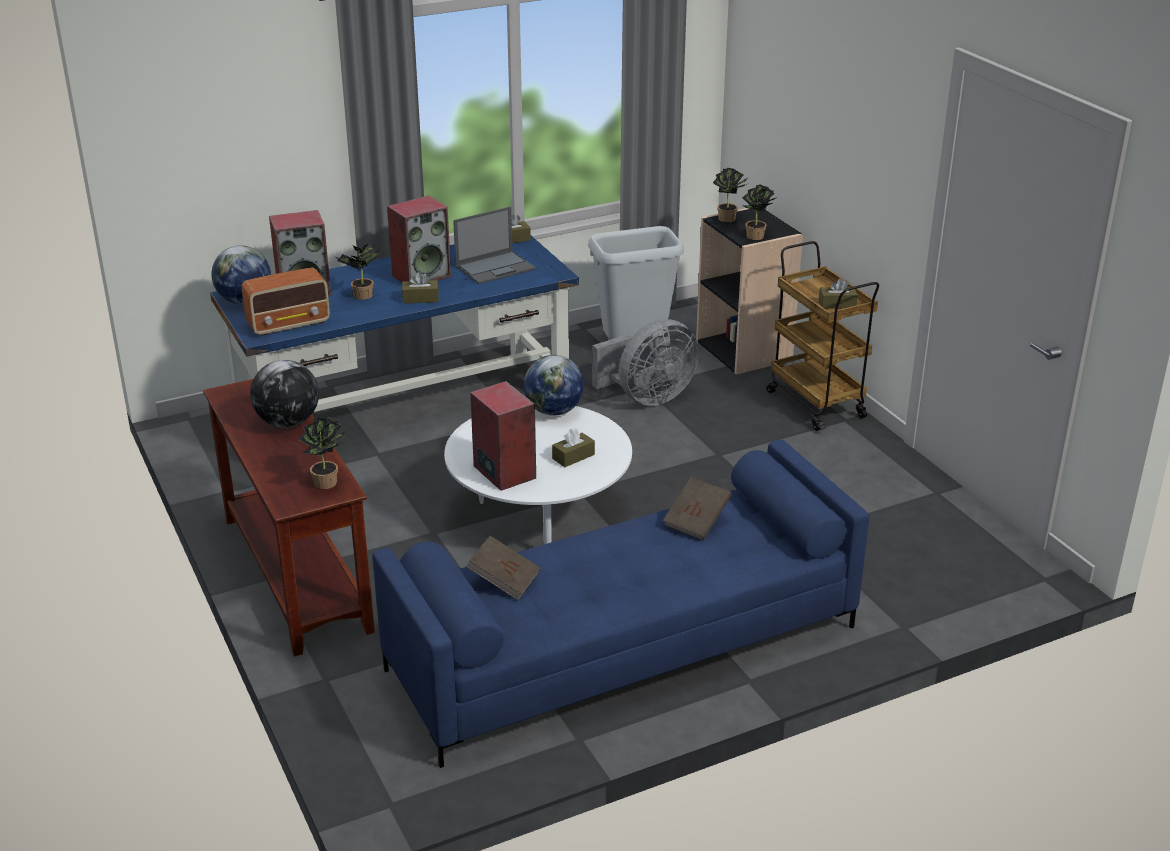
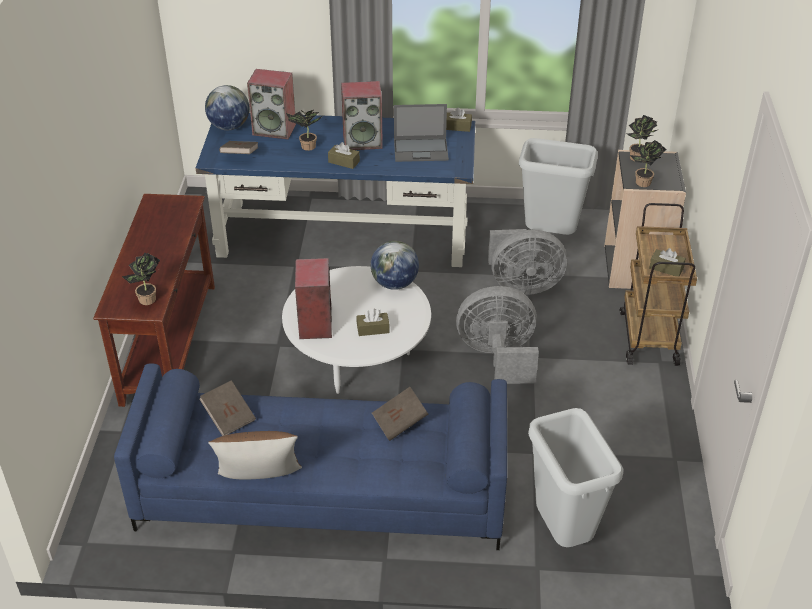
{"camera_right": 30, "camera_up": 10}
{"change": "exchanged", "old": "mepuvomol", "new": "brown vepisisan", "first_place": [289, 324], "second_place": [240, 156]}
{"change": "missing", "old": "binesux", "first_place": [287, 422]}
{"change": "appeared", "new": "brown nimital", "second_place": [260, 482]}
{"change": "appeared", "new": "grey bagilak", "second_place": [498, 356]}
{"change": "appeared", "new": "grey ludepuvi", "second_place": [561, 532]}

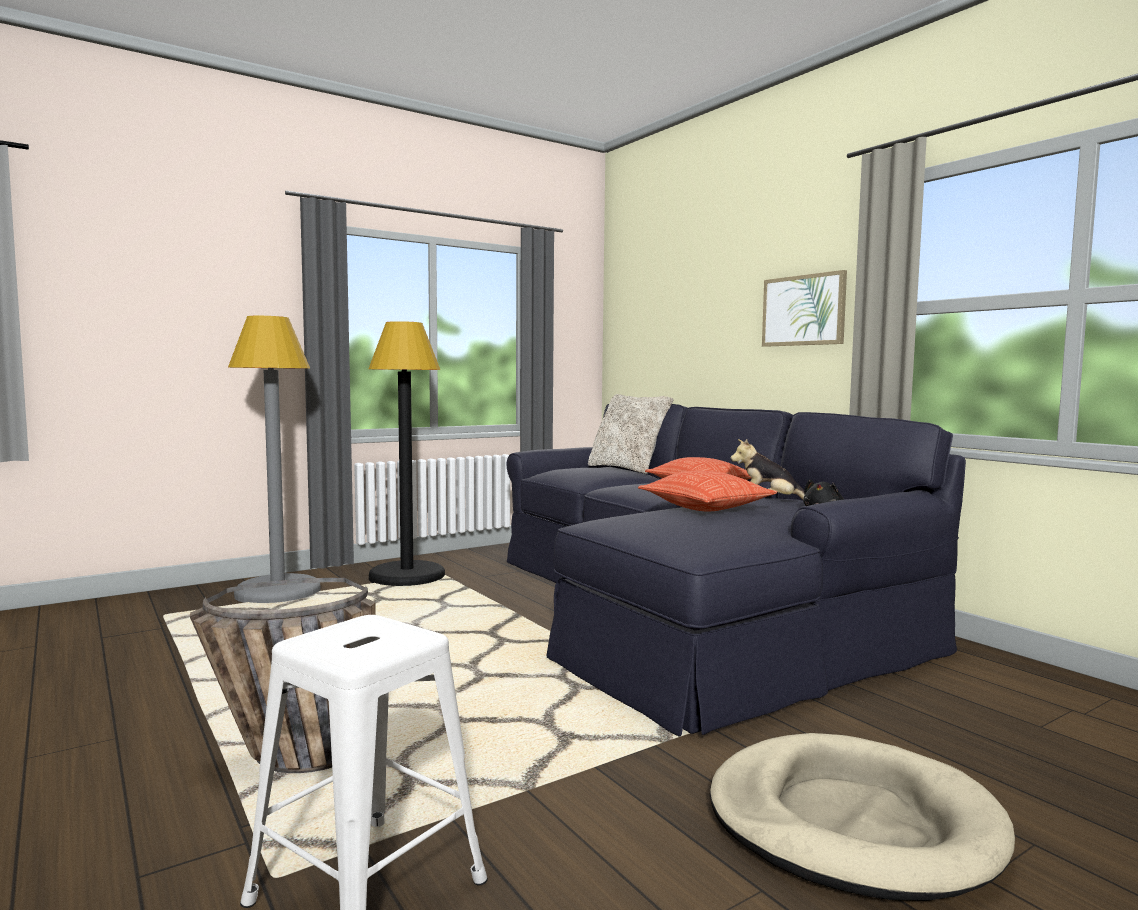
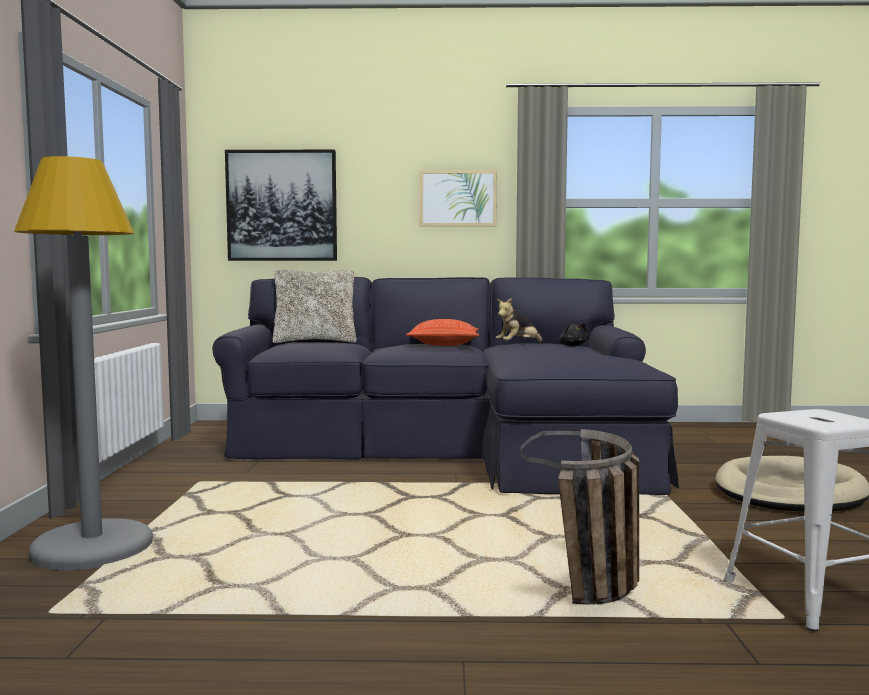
{"camera_right": -55, "camera_up": 0}
{"change": "missing", "old": "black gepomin", "first_place": [407, 576]}
{"change": "missing", "old": "orange nimital", "first_place": [706, 508]}
{"change": "appeared", "new": "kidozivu", "second_place": [282, 206]}

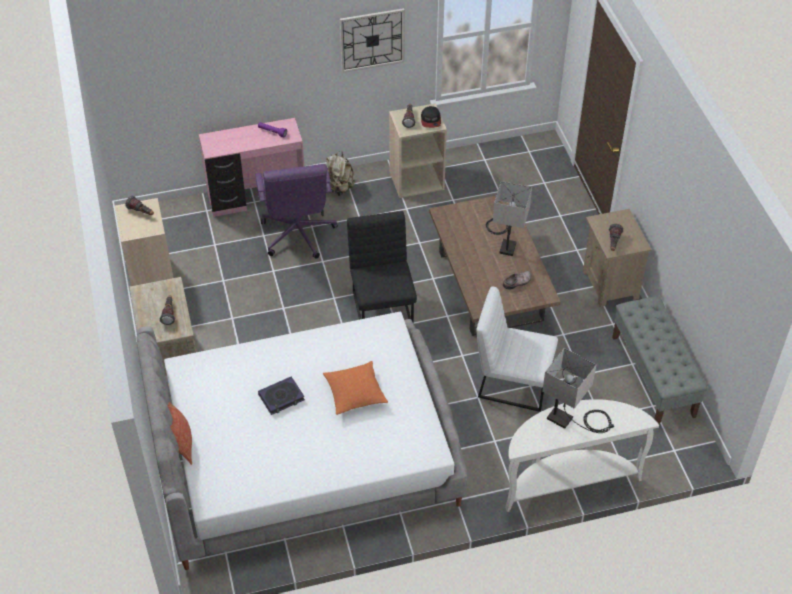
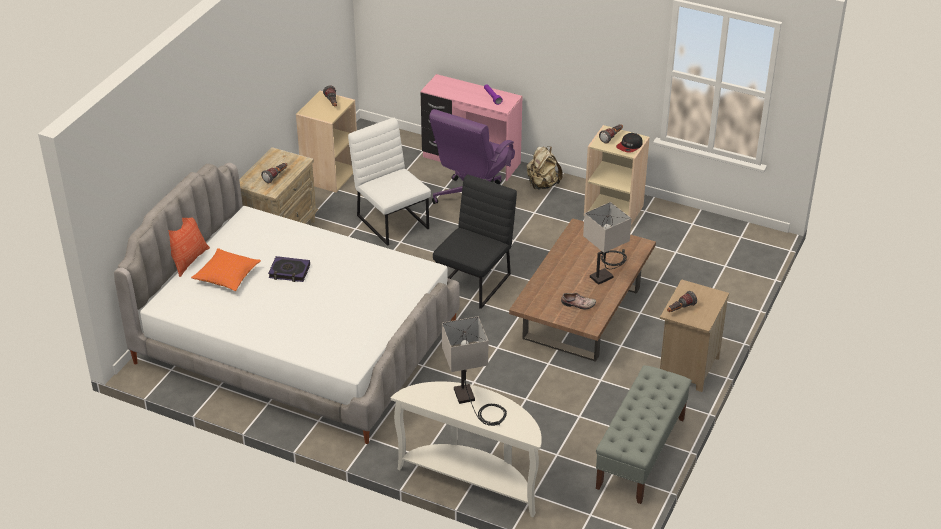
{"camera_right": 40, "camera_up": -10}
{"change": "relocated", "old": "orange nimital", "first_place": [355, 393], "second_place": [227, 276]}
{"change": "missing", "old": "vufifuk", "first_place": [372, 40]}
{"change": "relocated", "old": "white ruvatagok", "first_place": [512, 383], "second_place": [392, 220]}

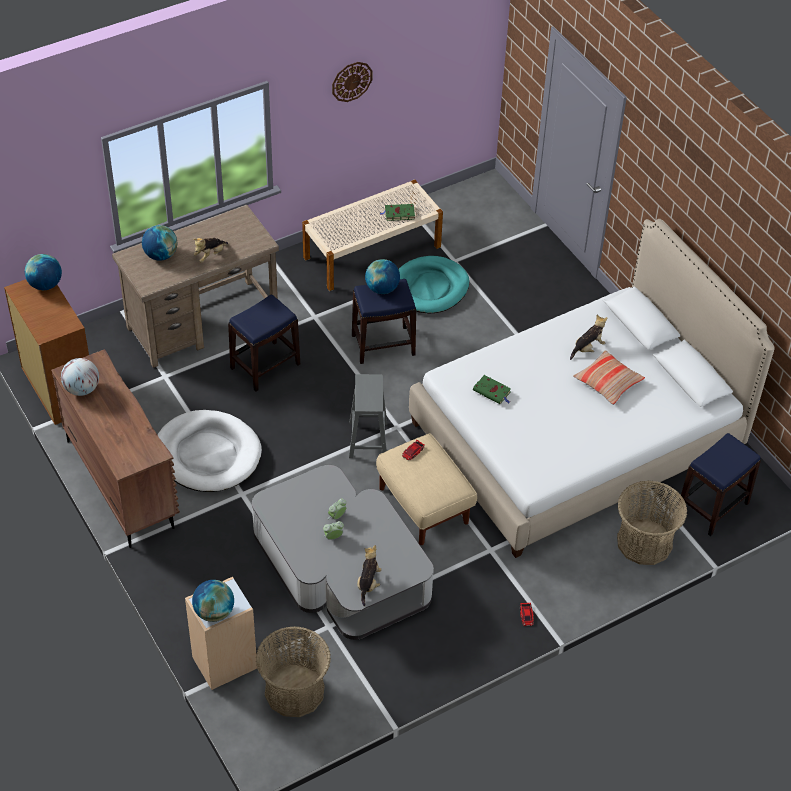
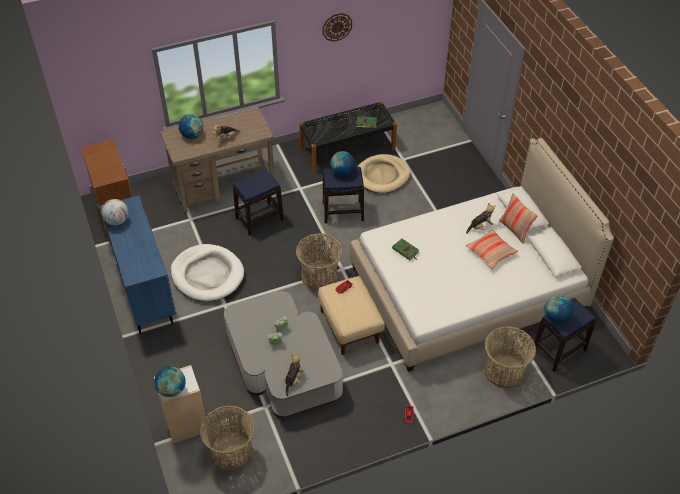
{"camera_right": 10, "camera_up": 0}
{"change": "relocated", "old": "binesux", "first_place": [45, 285], "second_place": [556, 317]}
{"change": "colour", "old": "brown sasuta", "new": "blue sasuta", "first_place": [121, 483], "second_place": [144, 289]}
{"change": "colour", "old": "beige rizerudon", "new": "black rizerudon", "first_place": [372, 252], "second_place": [347, 148]}
{"change": "exchanged", "old": "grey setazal", "new": "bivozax", "first_place": [367, 439], "second_place": [319, 275]}
{"change": "colour", "old": "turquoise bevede", "new": "beige bevede", "first_place": [429, 288], "second_place": [382, 176]}
{"change": "appeared", "new": "nimital", "second_place": [515, 230]}

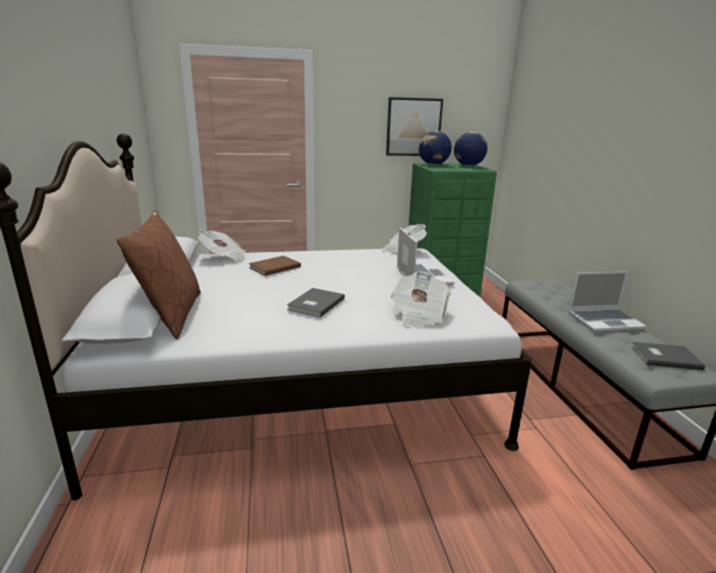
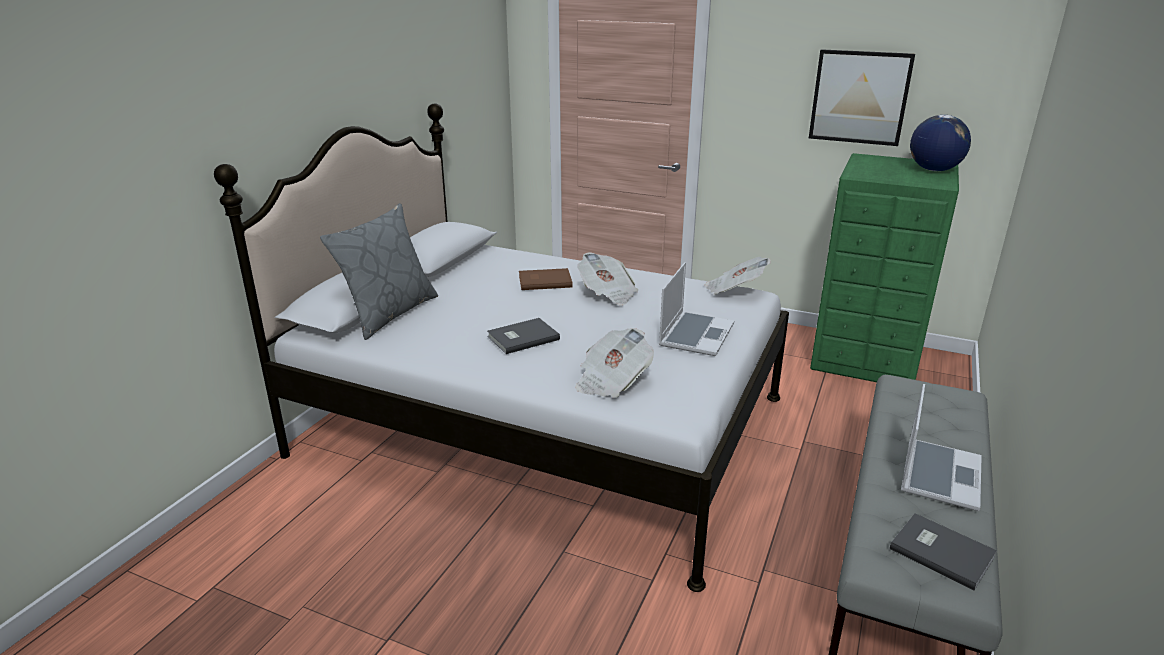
{"camera_right": 35, "camera_up": 5}
{"change": "colour", "old": "brown nimital", "new": "grey nimital", "first_place": [171, 314], "second_place": [389, 313]}
{"change": "relocated", "old": "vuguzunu", "first_place": [224, 257], "second_place": [607, 294]}
{"change": "missing", "old": "binesux", "first_place": [433, 164]}
{"change": "spun", "old": "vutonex", "first_place": [605, 321], "second_place": [938, 474], "degrees": -90}

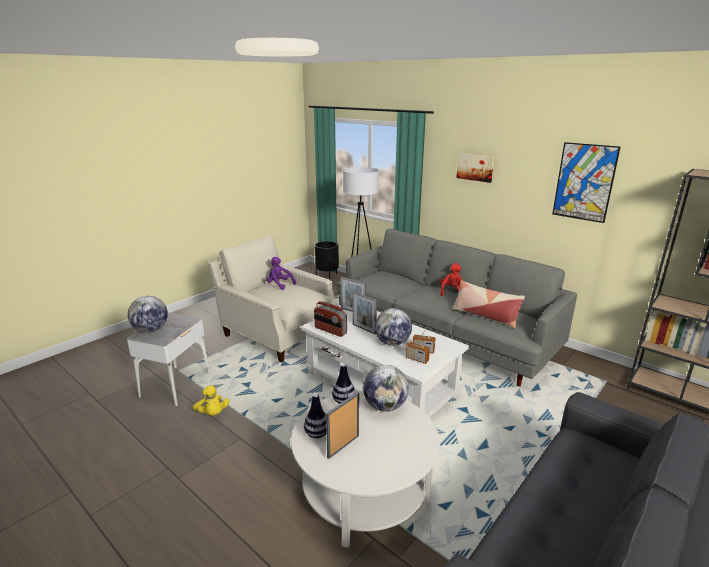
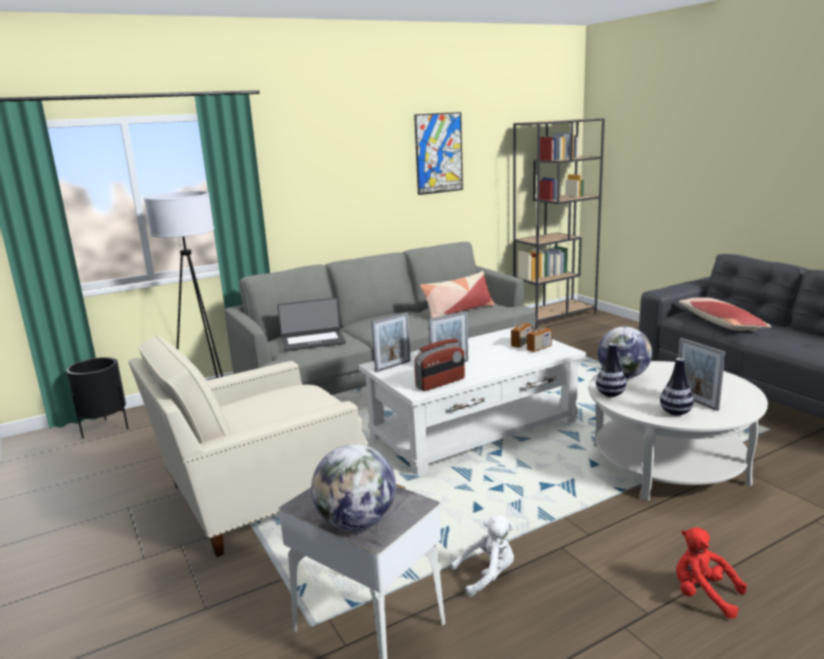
{"camera_right": -70, "camera_up": -5}
{"change": "colour", "old": "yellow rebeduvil", "new": "white rebeduvil", "first_place": [212, 414], "second_place": [487, 576]}
{"change": "missing", "old": "purple rebeduvil", "first_place": [279, 285]}
{"change": "missing", "old": "binesux", "first_place": [392, 343]}
{"change": "relocated", "old": "red rebeduvil", "first_place": [451, 292], "second_place": [703, 595]}
{"change": "missing", "old": "kidozivu", "first_place": [475, 167]}
{"change": "appeared", "new": "vutonex", "second_place": [313, 341]}
{"change": "appeared", "new": "nimital", "second_place": [720, 323]}

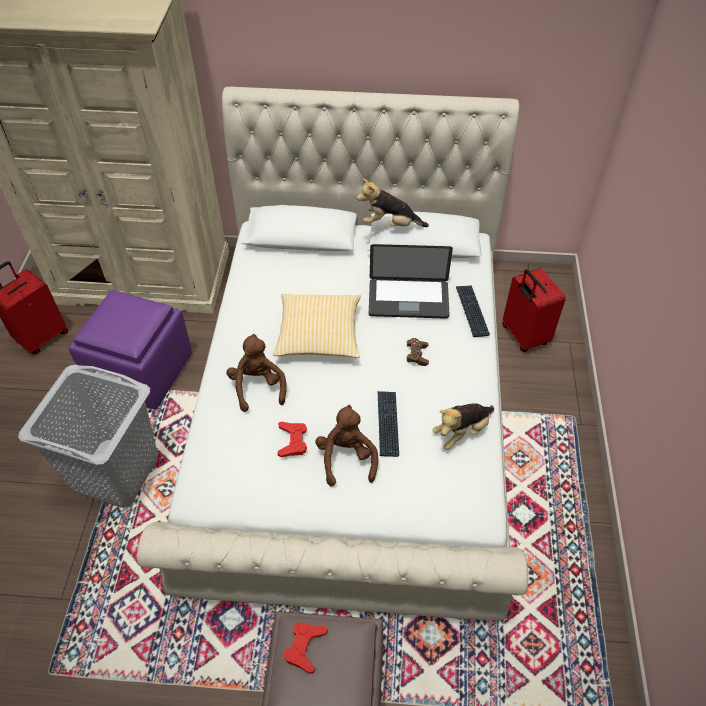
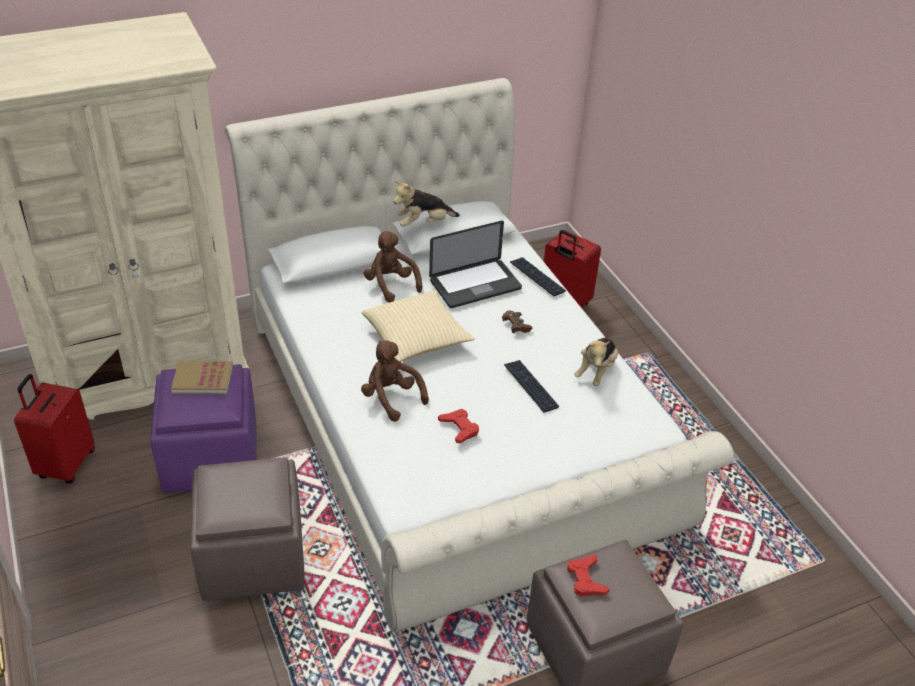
{"camera_right": -30, "camera_up": -10}
{"change": "exchanged", "old": "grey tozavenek", "new": "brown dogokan", "first_place": [117, 472], "second_place": [254, 556]}
{"change": "relocated", "old": "brown rebeduvil", "first_place": [346, 458], "second_place": [391, 285]}
{"change": "appeared", "new": "vepisisan", "second_place": [203, 379]}

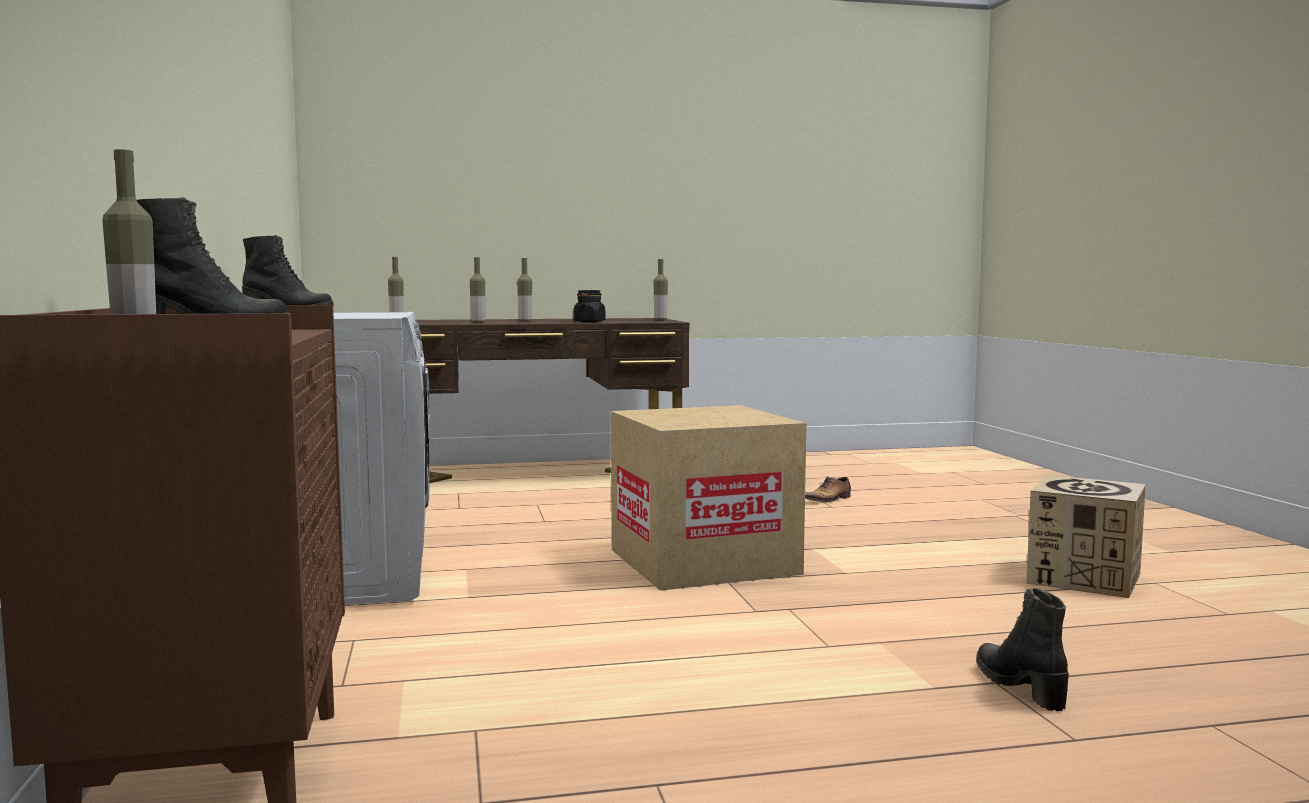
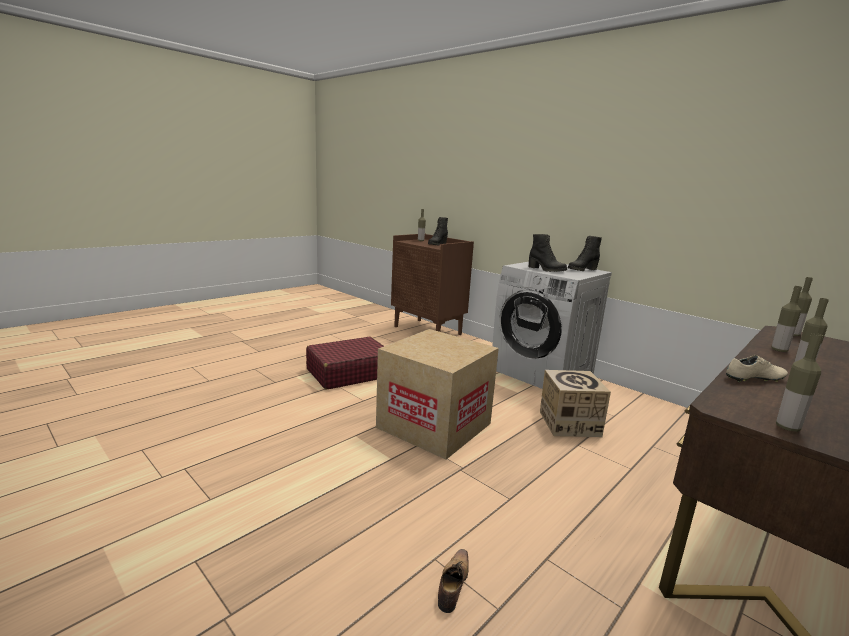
{"camera_right": 145, "camera_up": 10}
{"change": "exchanged", "old": "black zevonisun", "new": "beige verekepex", "first_place": [589, 322], "second_place": [754, 379]}
{"change": "relocated", "old": "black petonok", "first_place": [1021, 687], "second_place": [546, 270]}
{"change": "relocated", "old": "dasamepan", "first_place": [1084, 578], "second_place": [569, 423]}
{"change": "appeared", "new": "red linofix", "second_place": [348, 373]}

